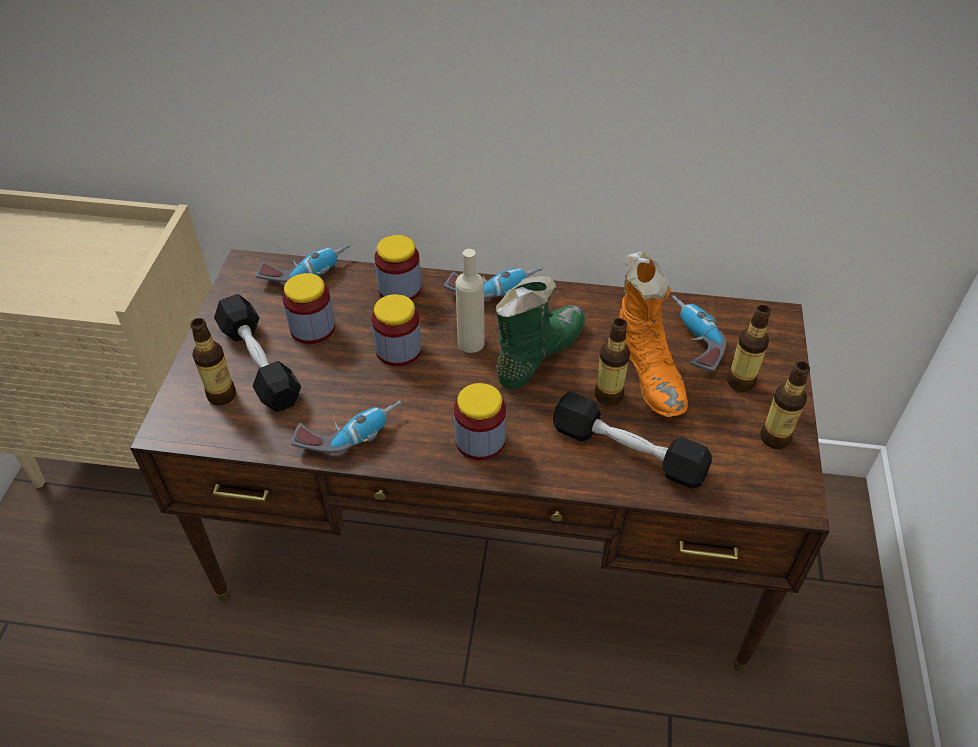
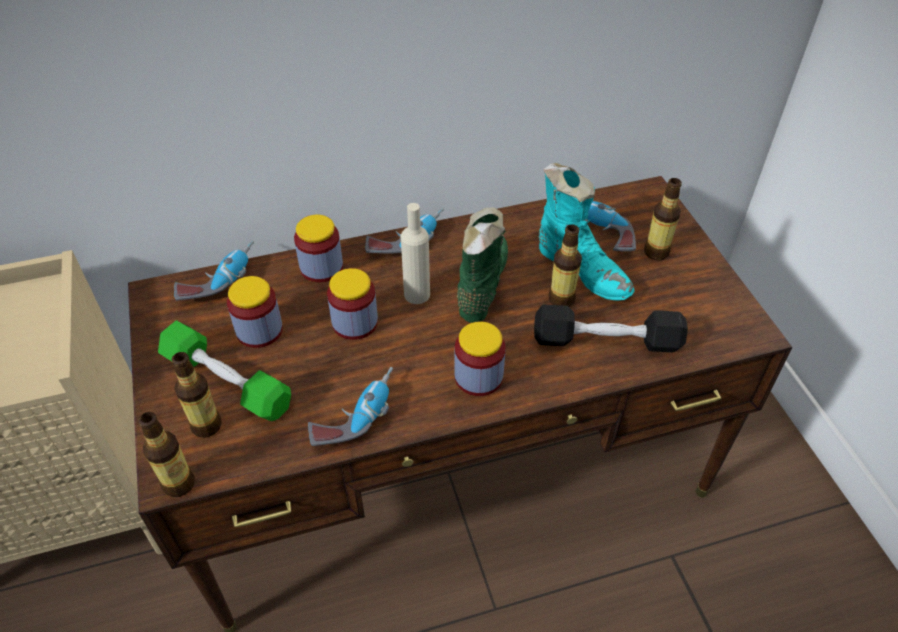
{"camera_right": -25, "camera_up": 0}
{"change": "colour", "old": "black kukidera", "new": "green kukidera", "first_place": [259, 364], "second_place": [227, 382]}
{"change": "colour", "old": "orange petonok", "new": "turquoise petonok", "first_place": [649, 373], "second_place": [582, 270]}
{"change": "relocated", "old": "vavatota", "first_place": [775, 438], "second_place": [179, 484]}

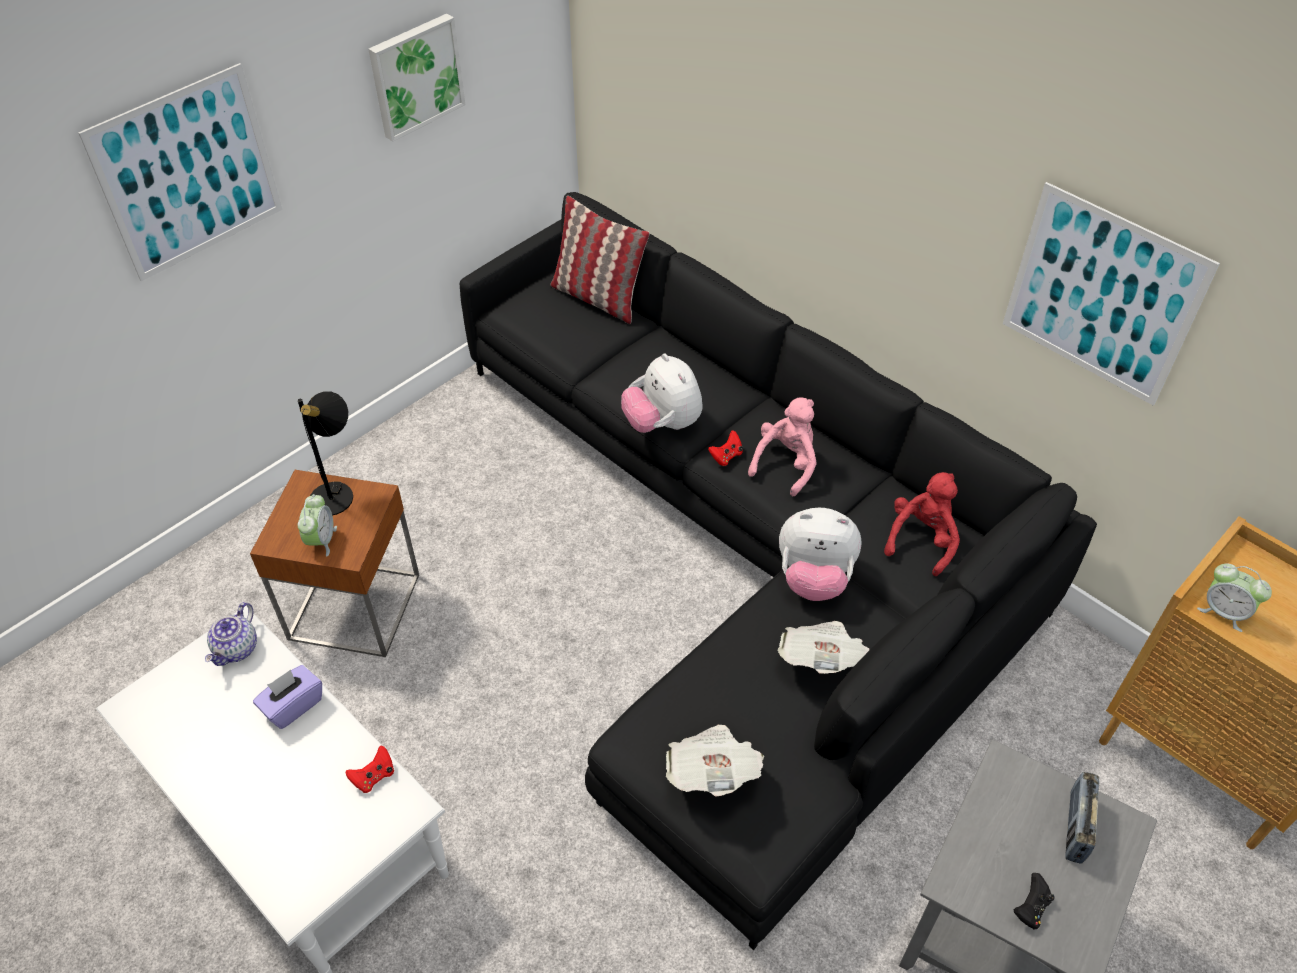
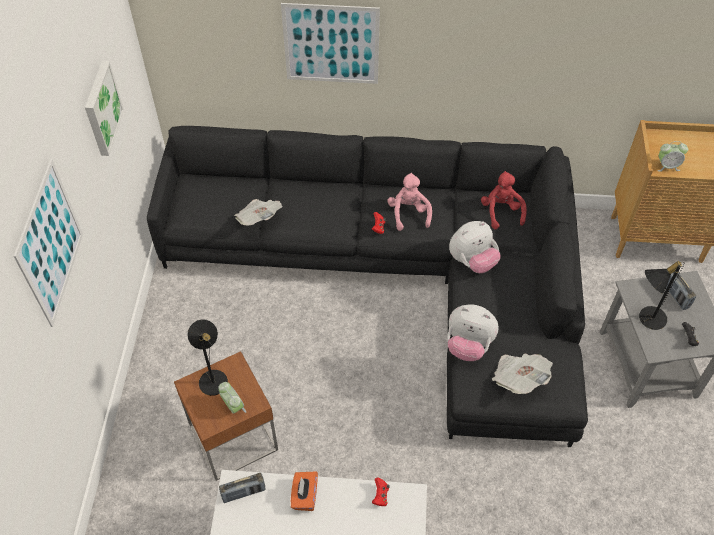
{"camera_right": -40, "camera_up": 5}
{"change": "exchanged", "old": "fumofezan", "new": "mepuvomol", "first_place": [237, 649], "second_place": [243, 493]}
{"change": "colour", "old": "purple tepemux", "new": "orange tepemux", "first_place": [293, 705], "second_place": [304, 496]}
{"change": "missing", "old": "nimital", "first_place": [597, 298]}
{"change": "relocated", "old": "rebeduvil", "first_place": [662, 424], "second_place": [468, 345]}
{"change": "relocated", "old": "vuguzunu", "first_place": [821, 659], "second_place": [259, 219]}
{"change": "relocated", "old": "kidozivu", "first_place": [1101, 295], "second_place": [331, 44]}
{"change": "appeared", "new": "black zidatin", "second_place": [647, 317]}

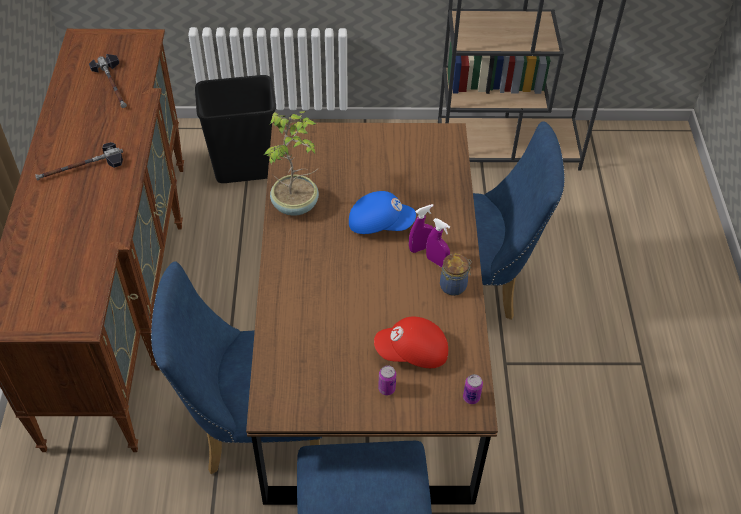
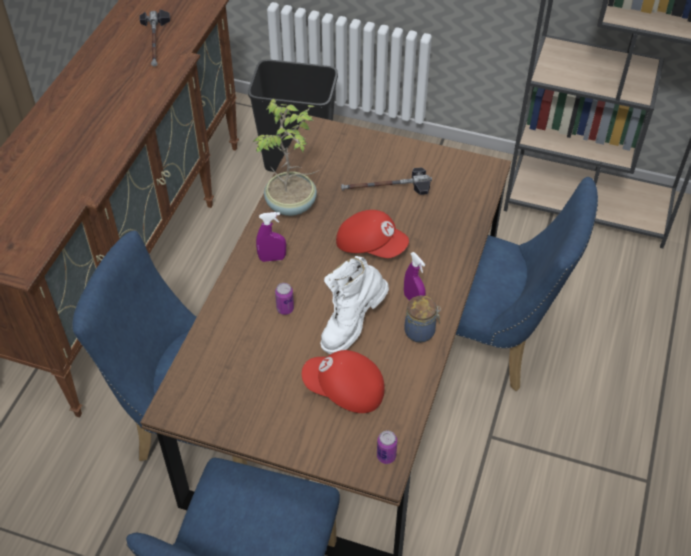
{"camera_right": 20, "camera_up": 0}
{"change": "relocated", "old": "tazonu", "first_place": [81, 168], "second_place": [386, 188]}
{"change": "colour", "old": "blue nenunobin", "new": "red nenunobin", "first_place": [380, 223], "second_place": [371, 245]}
{"change": "relocated", "old": "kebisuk", "first_place": [386, 389], "second_place": [285, 309]}
{"change": "relocated", "old": "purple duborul", "first_place": [420, 248], "second_place": [272, 258]}
{"change": "appeared", "new": "white petonok", "second_place": [351, 325]}

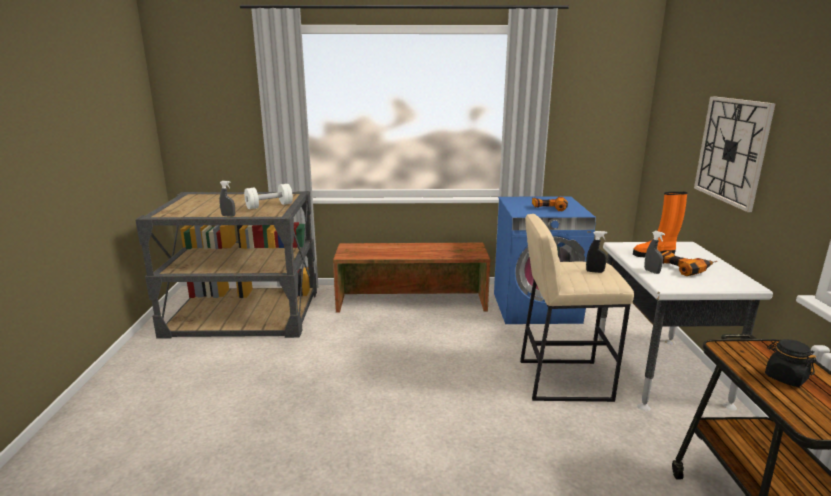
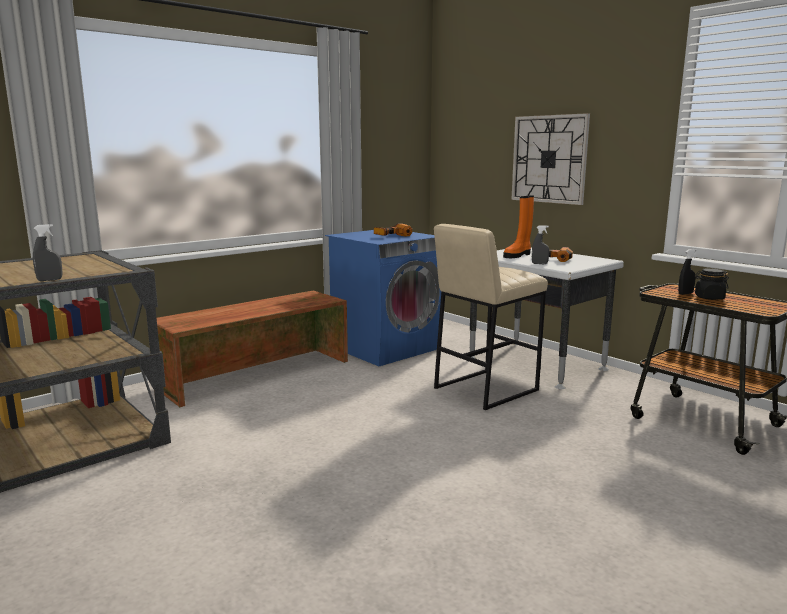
{"camera_right": -40, "camera_up": -5}
{"change": "missing", "old": "white kukidera", "first_place": [269, 206]}
{"change": "relocated", "old": "black duborul", "first_place": [595, 271], "second_place": [685, 293]}

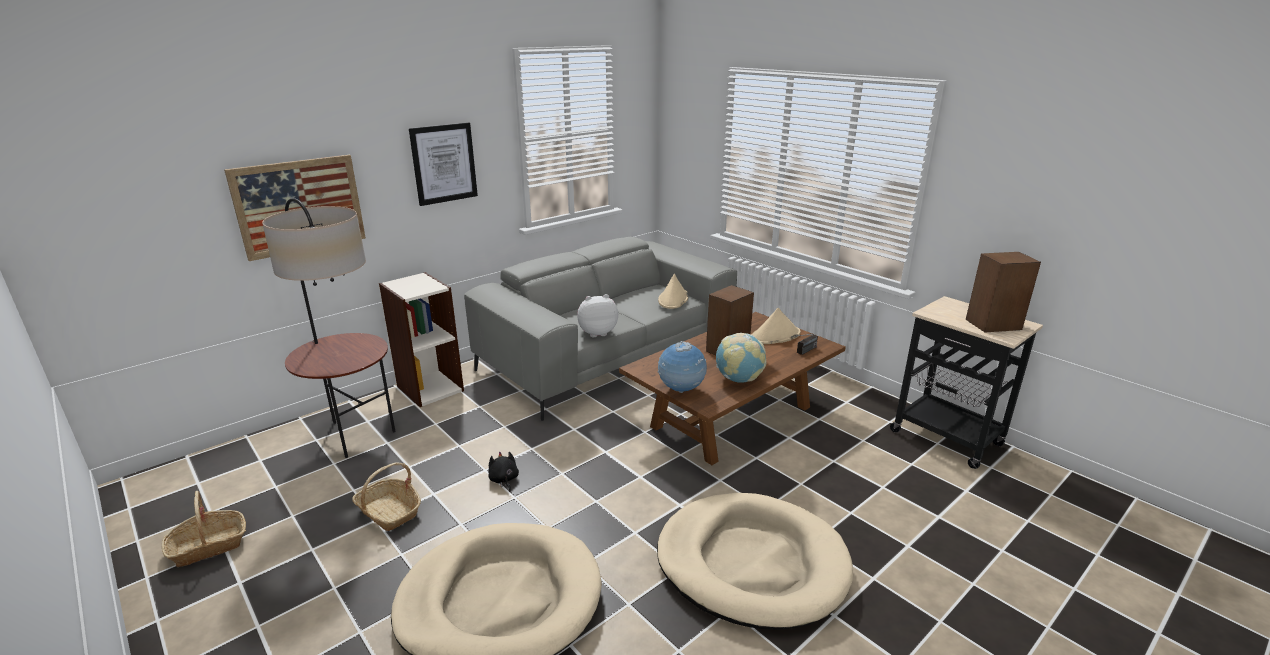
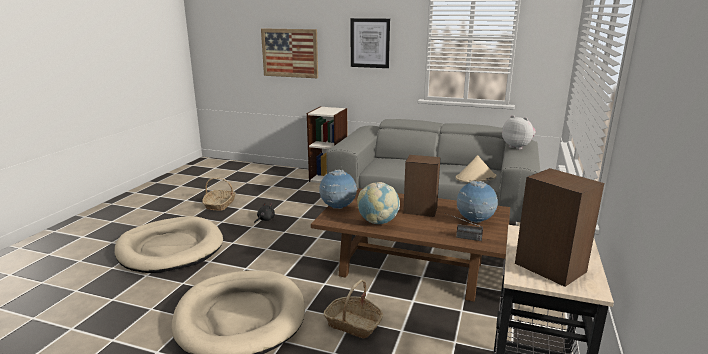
{"camera_right": 60, "camera_up": -5}
{"change": "relocated", "old": "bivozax", "first_place": [209, 546], "second_place": [353, 324]}
{"change": "missing", "old": "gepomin", "first_place": [355, 434]}
{"change": "relocated", "old": "rebeduvil", "first_place": [597, 332], "second_place": [517, 147]}
{"change": "exchanged", "old": "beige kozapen", "new": "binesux", "first_place": [775, 336], "second_place": [475, 221]}

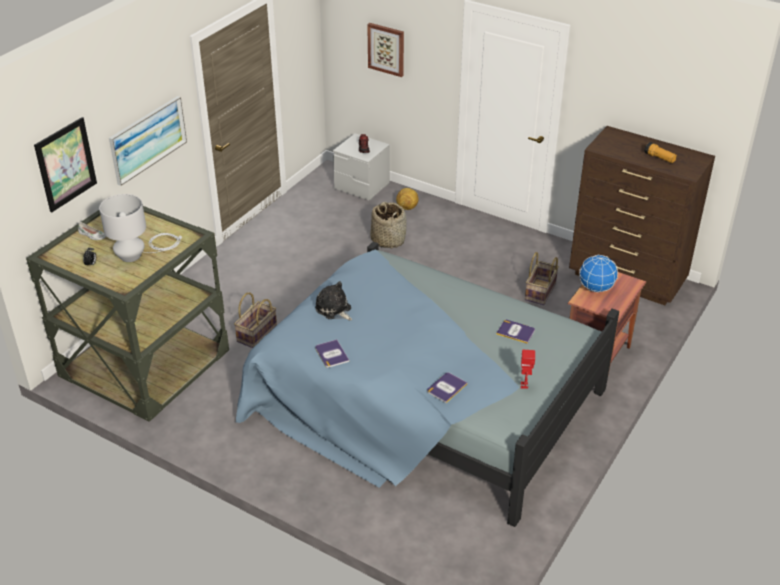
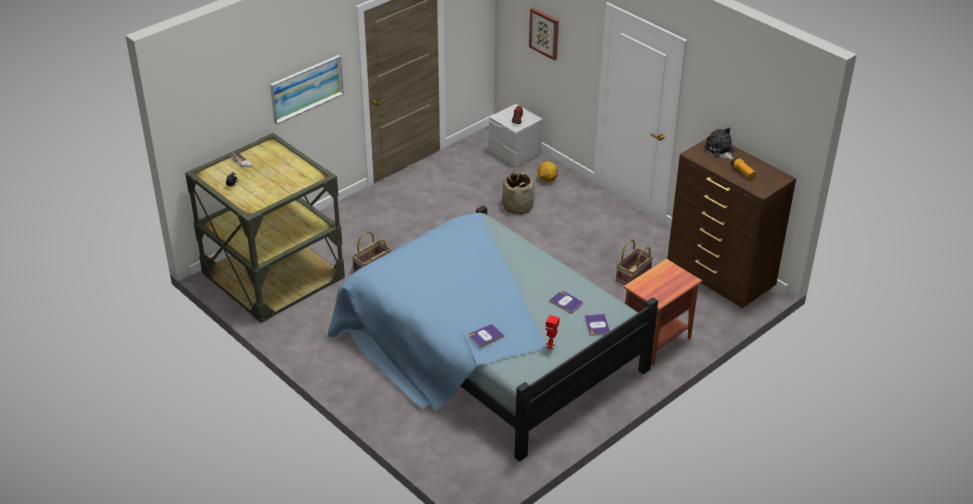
{"camera_right": 15, "camera_up": 0}
{"change": "missing", "old": "kidozivu", "first_place": [65, 164]}
{"change": "missing", "old": "grey zidatin", "first_place": [144, 251]}
{"change": "relocated", "old": "rebeduvil", "first_place": [334, 310], "second_place": [720, 150]}
{"change": "relocated", "old": "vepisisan", "first_place": [331, 354], "second_place": [597, 325]}
{"change": "missing", "old": "binesux", "first_place": [596, 288]}

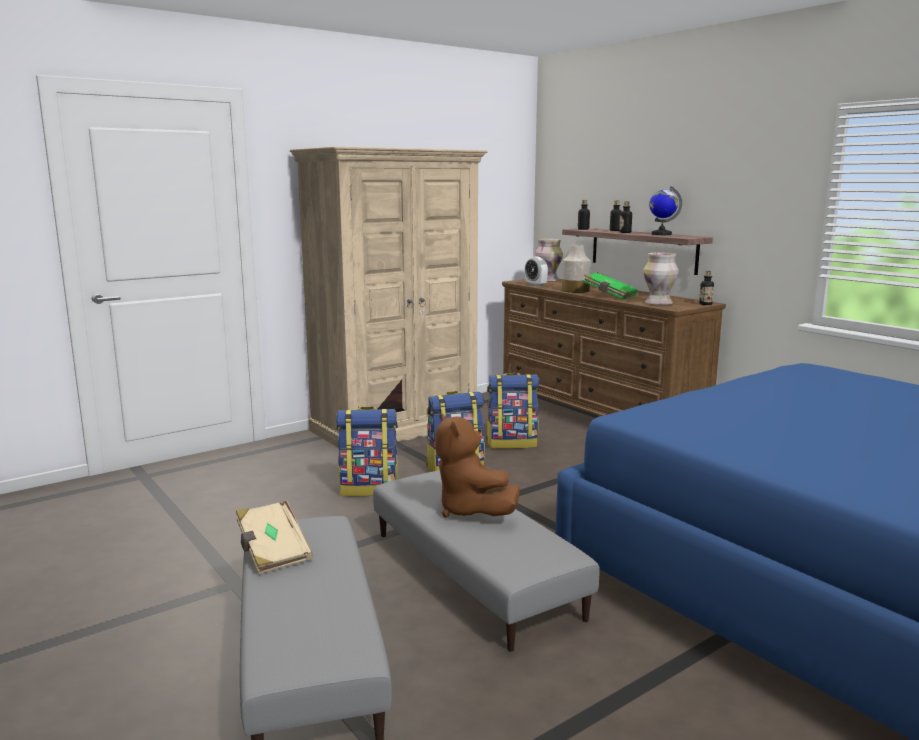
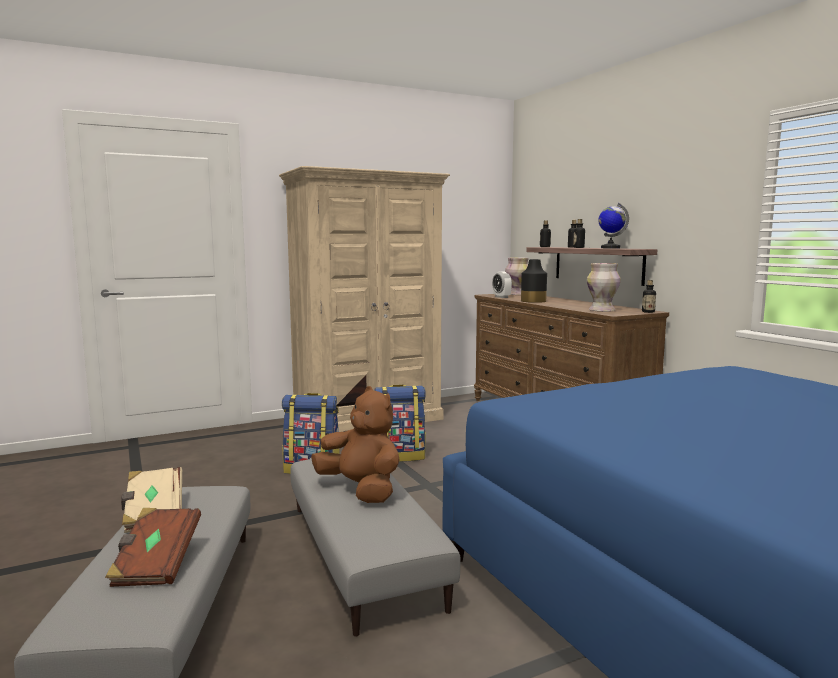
{"camera_right": 10, "camera_up": -5}
{"change": "spun", "old": "brown rebeduvil", "first_place": [471, 510], "second_place": [361, 490], "degrees": 150}
{"change": "missing", "old": "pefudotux", "first_place": [512, 443]}
{"change": "colour", "old": "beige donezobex", "new": "black donezobex", "first_place": [575, 290], "second_place": [533, 301]}
{"change": "missing", "old": "green vepisisan", "first_place": [609, 296]}
{"change": "appeared", "new": "brown vepisisan", "second_place": [156, 563]}

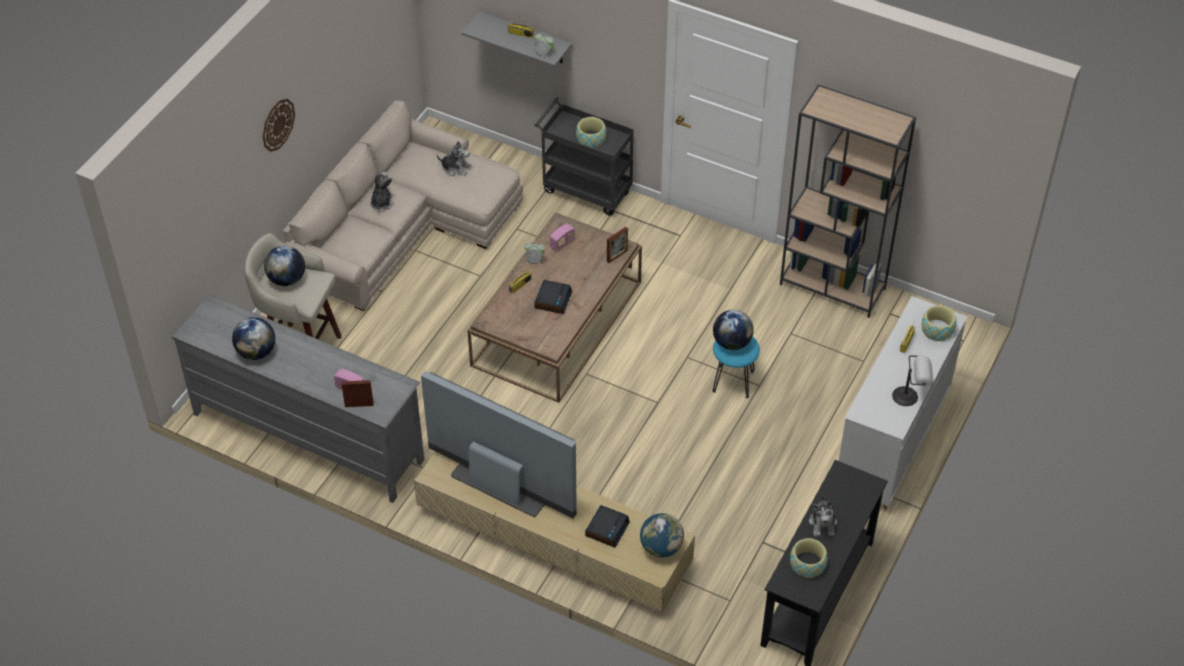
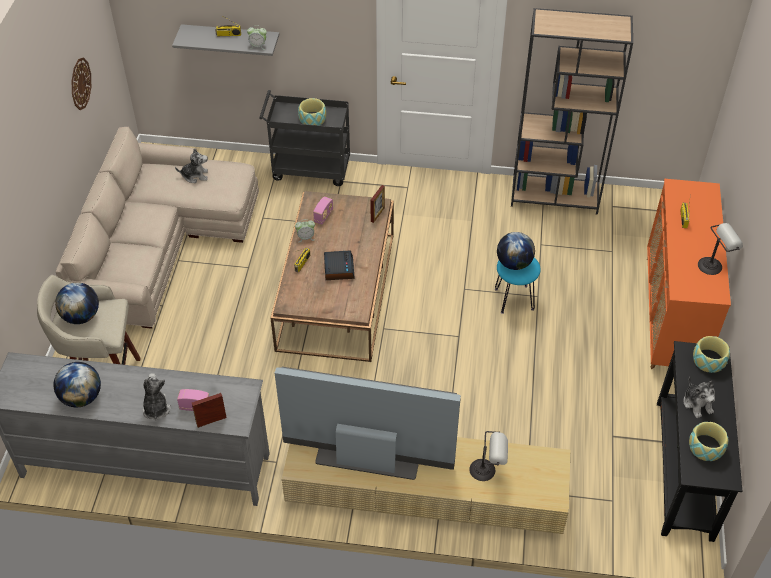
{"camera_right": -20, "camera_up": 0}
{"change": "relocated", "old": "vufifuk", "first_place": [277, 124], "second_place": [80, 83]}
{"change": "relocated", "old": "rebeduvil", "first_place": [381, 202], "second_place": [156, 408]}
{"change": "exchanged", "old": "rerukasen", "new": "zidatin", "first_place": [607, 529], "second_place": [488, 469]}
{"change": "missing", "old": "binesux", "first_place": [661, 547]}
{"change": "colour", "old": "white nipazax", "new": "orange nipazax", "first_place": [892, 442], "second_place": [672, 314]}
{"change": "relocated", "old": "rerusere", "first_place": [937, 329], "second_place": [708, 360]}

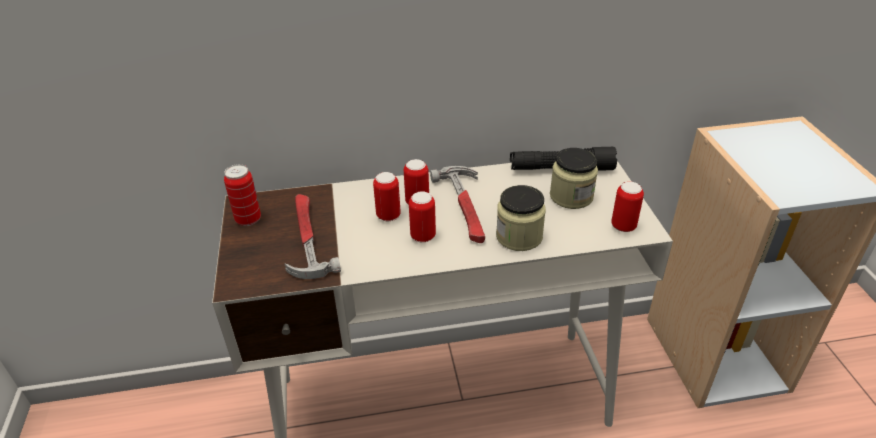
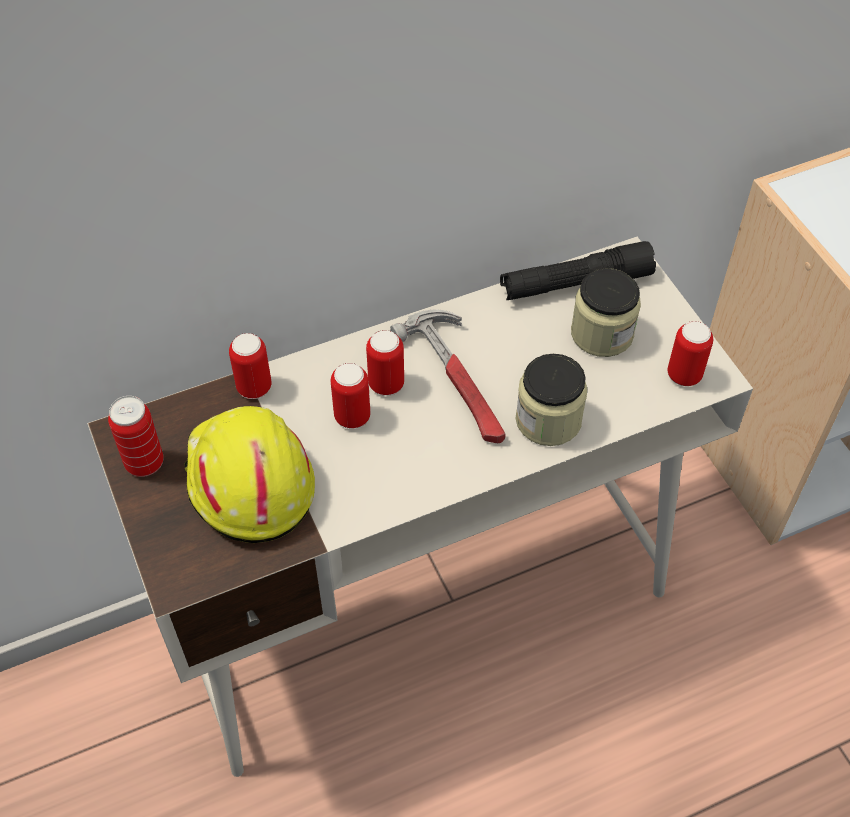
{"camera_right": -15, "camera_up": 15}
{"change": "exchanged", "old": "tazonu", "new": "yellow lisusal", "first_place": [306, 239], "second_place": [247, 481]}
{"change": "relocated", "old": "kebisuk", "first_place": [423, 236], "second_place": [254, 387]}

